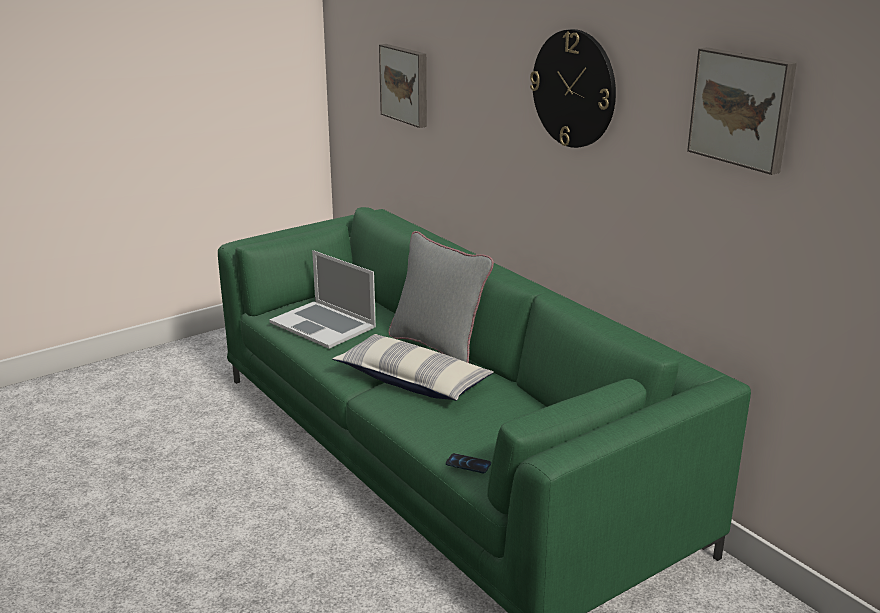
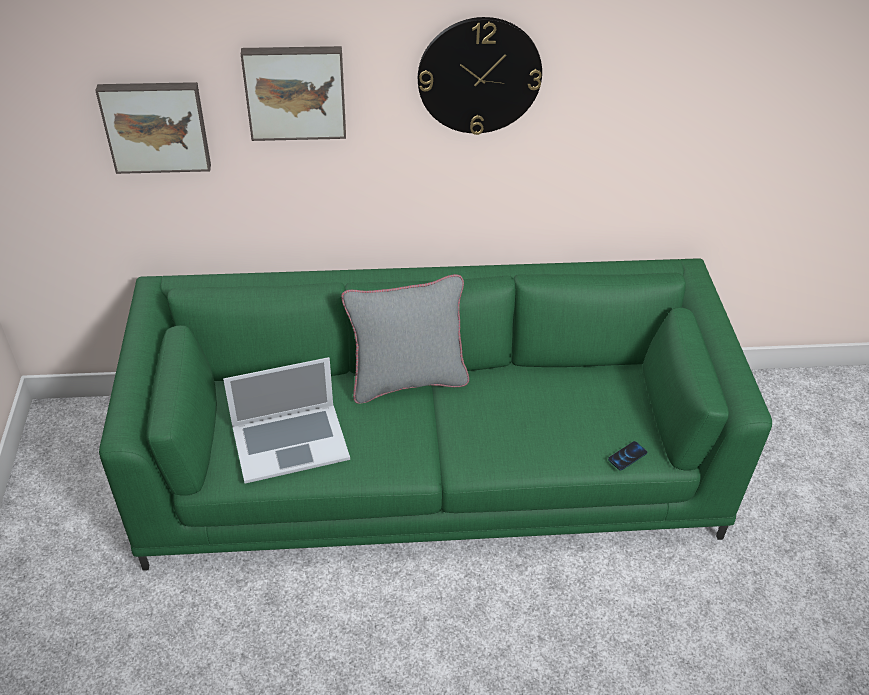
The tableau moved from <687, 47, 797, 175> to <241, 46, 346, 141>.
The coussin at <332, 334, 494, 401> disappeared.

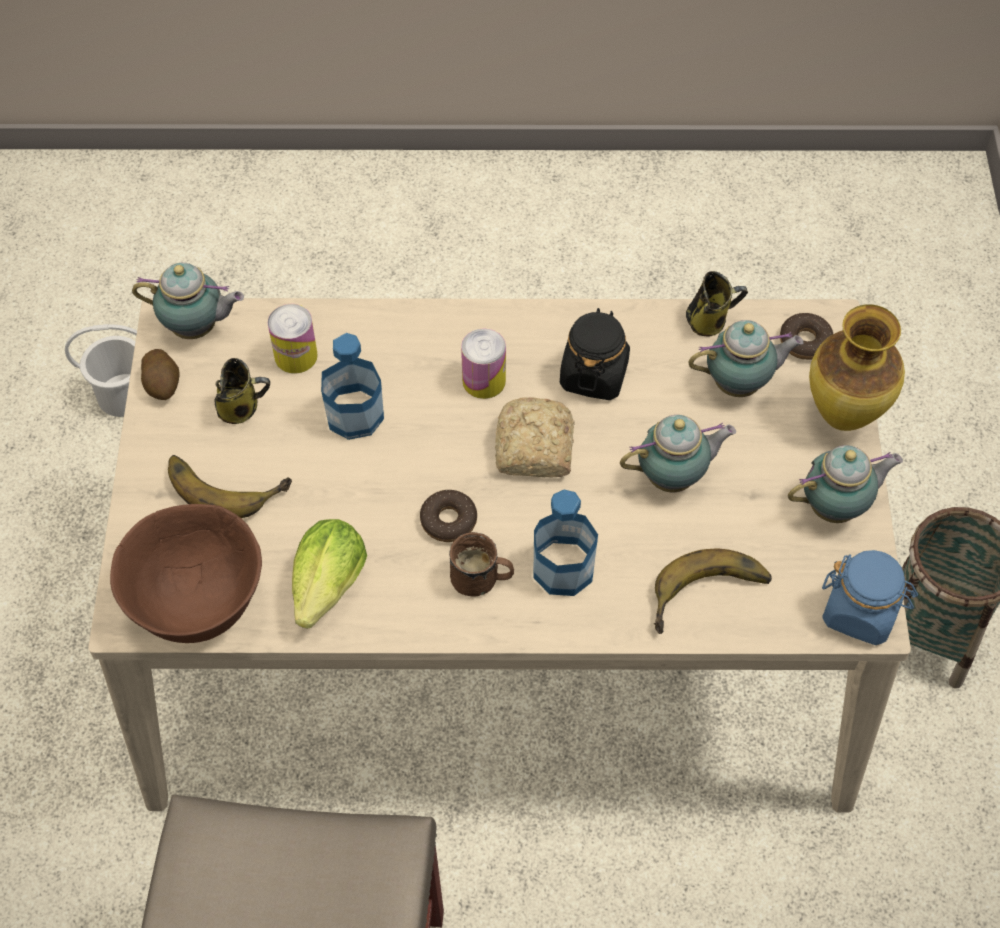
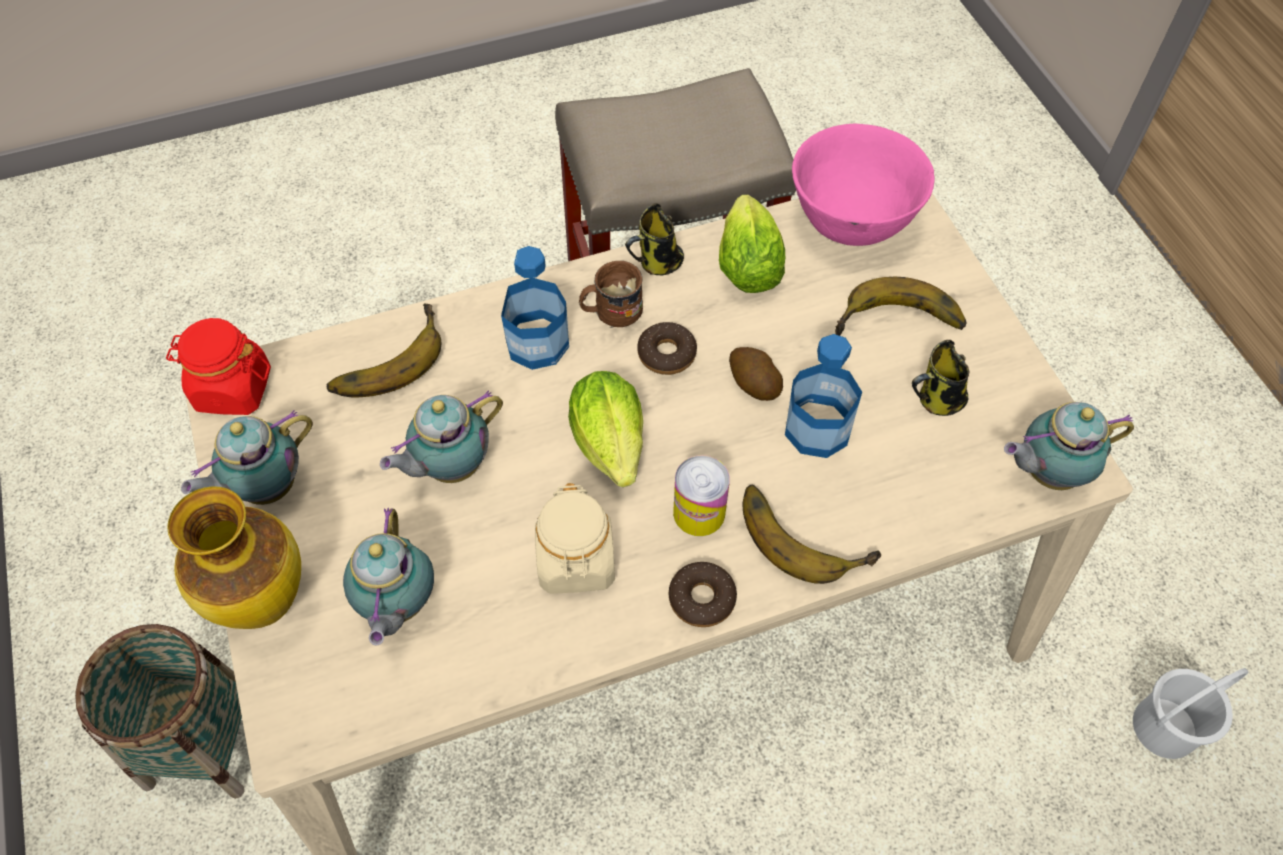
The mug moved from <686, 271, 748, 337> to <625, 203, 684, 275>.
The boîte métallique at <268, 304, 318, 374> disappeared.
The bocal (noir) at <560, 308, 630, 400> became the bocal (beige) at <535, 483, 615, 594>.
The beignet moved from <780, 313, 833, 360> to <669, 562, 737, 627>.
The théière at <688, 320, 804, 397> turned 60 degrees counterclockwise.
The pomme de terre moved from <141, 349, 180, 400> to <729, 347, 783, 401>.
The pain at <495, 397, 575, 477> was replaced by the laitue at <568, 371, 643, 487>.
The bol (marron) at <110, 504, 262, 643> became the bol (rose) at <792, 123, 935, 246>.
The bocal (bleu) at <822, 550, 918, 645> became the bocal (rouge) at <166, 318, 271, 415>.
The banane at <743, 485, 881, 584> appeared.

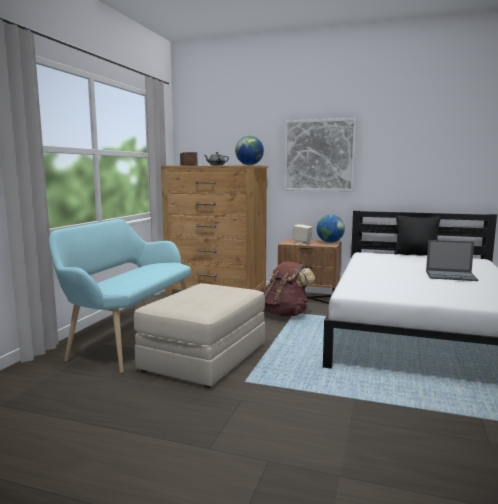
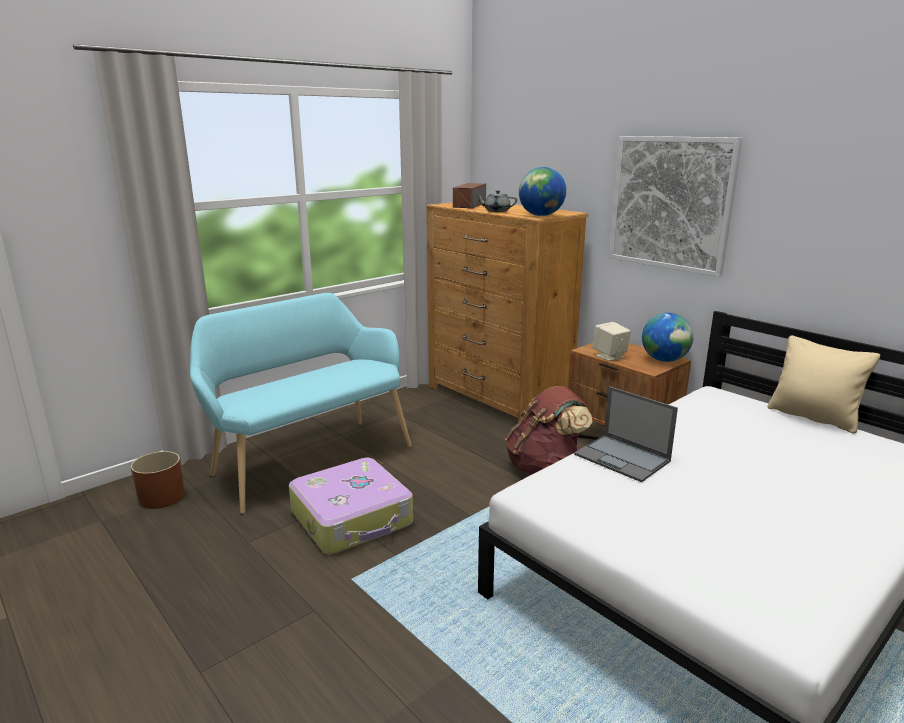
The coussin (noir) at <394, 215, 441, 256> became the coussin (beige) at <768, 335, 880, 434>.
The ordinateur portable moved from <426, 240, 478, 281> to <574, 386, 678, 482>.
The pouf (beige) at <134, 283, 265, 388> was replaced by the valise at <289, 458, 413, 554>.
The cache-pot (marron) at <131, 451, 185, 509> appeared.

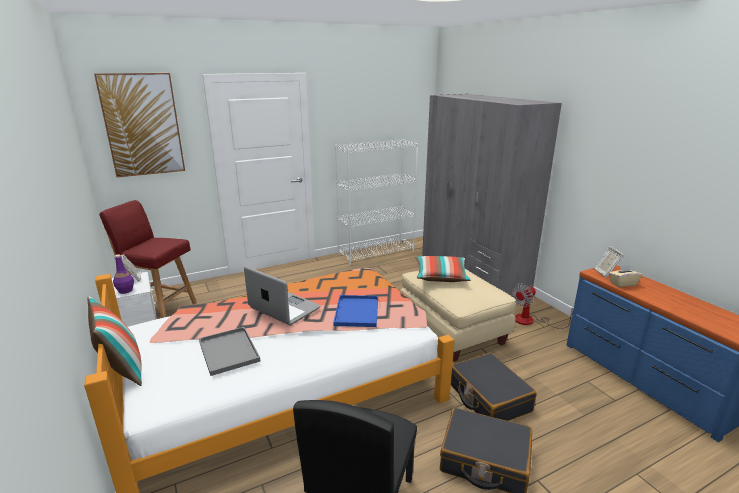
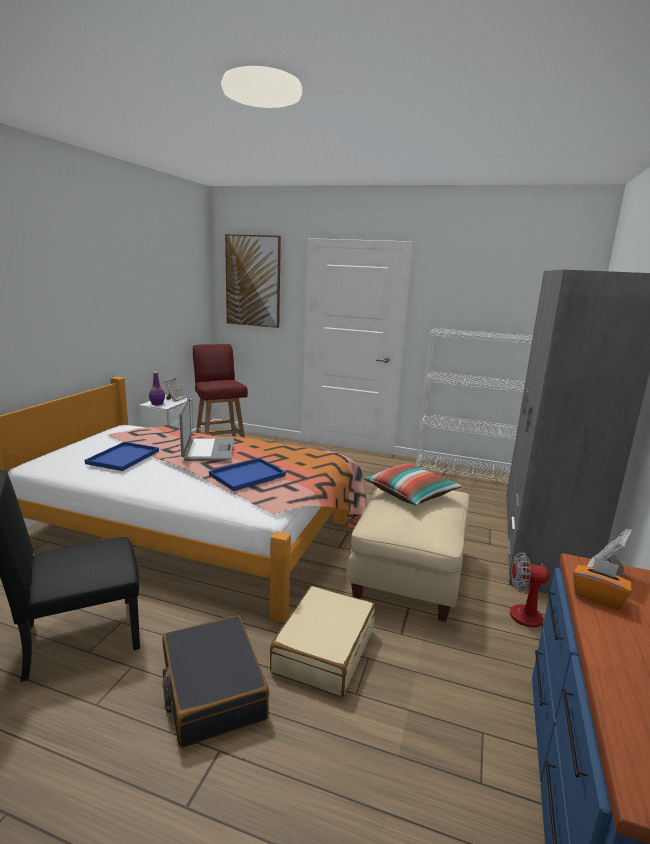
The boîte à mouchoirs (beige) at <609, 265, 642, 287> became the boîte à mouchoirs (orange) at <573, 557, 631, 610>.
The coussin at <87, 296, 142, 386> disappeared.
The plateau (gris) at <199, 327, 260, 376> became the plateau (bleu) at <85, 442, 159, 471>.
The valise (noir) at <451, 353, 537, 421> became the valise (beige) at <270, 586, 375, 697>.

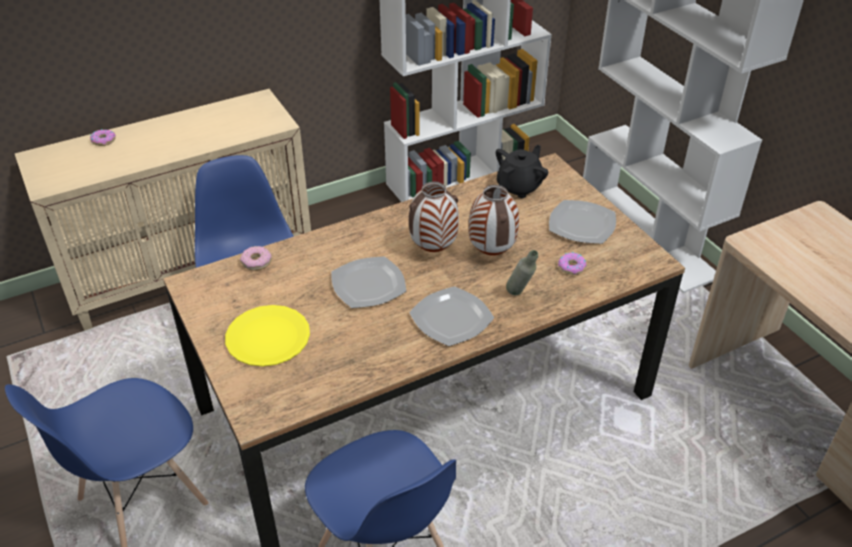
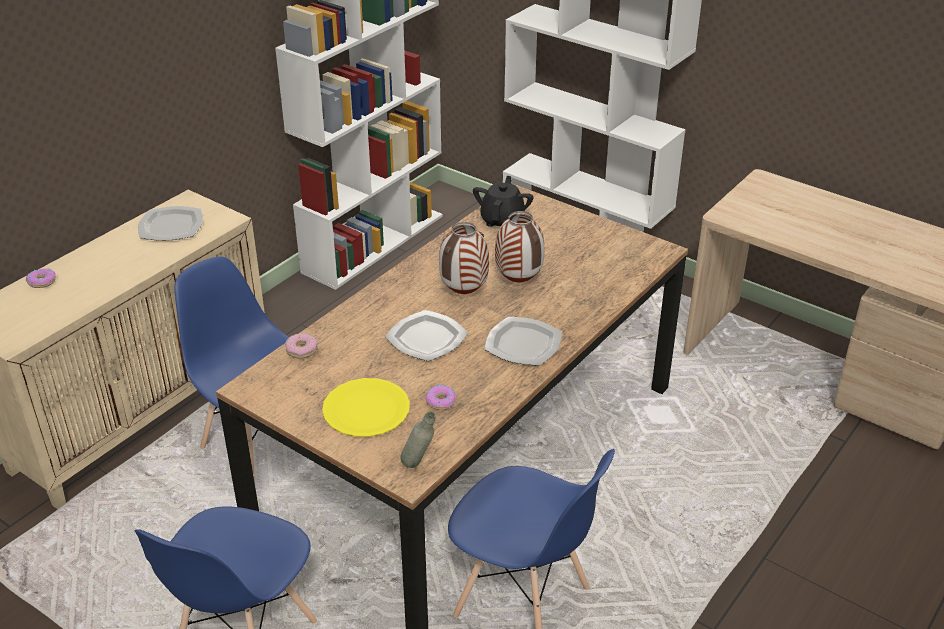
The assiette moved from <549, 200, 616, 244> to <138, 206, 203, 241>.
The bouteille (gris) moved from <506, 250, 538, 295> to <401, 411, 436, 468>.
The beignet moved from <558, 252, 586, 275> to <425, 385, 456, 410>.

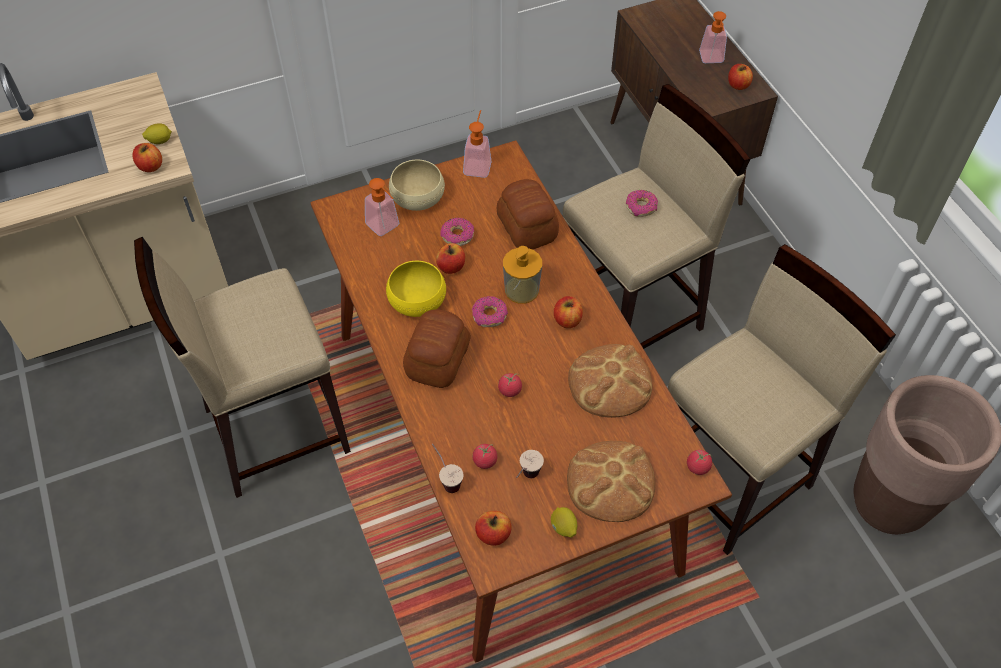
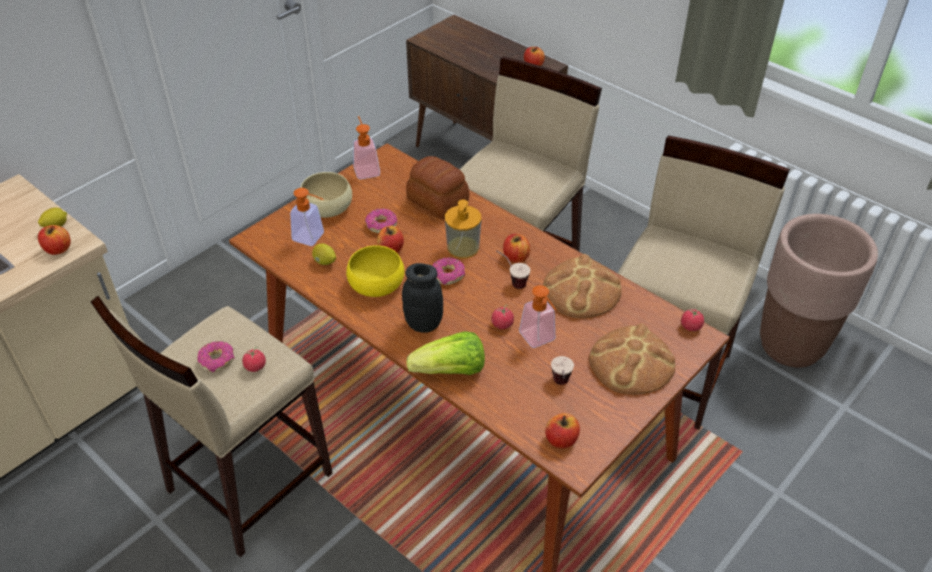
The distributeur de savon moved from <699, 11, 727, 63> to <519, 285, 556, 348>.
The beignet moved from <626, 190, 658, 217> to <197, 341, 234, 372>.
The pain at <403, 309, 471, 388> was replaced by the bocal (noir) at <402, 263, 443, 333>.
The tasse moved from <432, 444, 464, 493> to <496, 250, 530, 289>.
The tomate moved from <472, 444, 498, 469> to <242, 347, 266, 372>.
The citron moved from <551, 507, 577, 538> to <312, 243, 336, 265>.
The laitue at <406, 331, 485, 375> appeared.

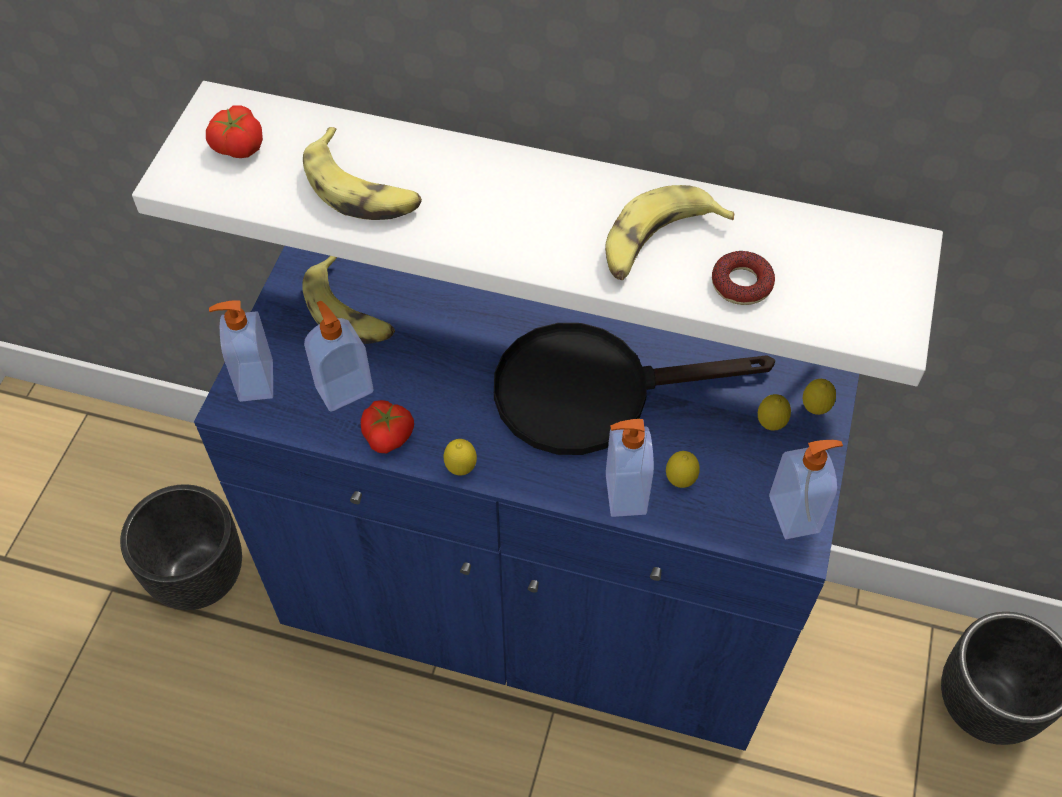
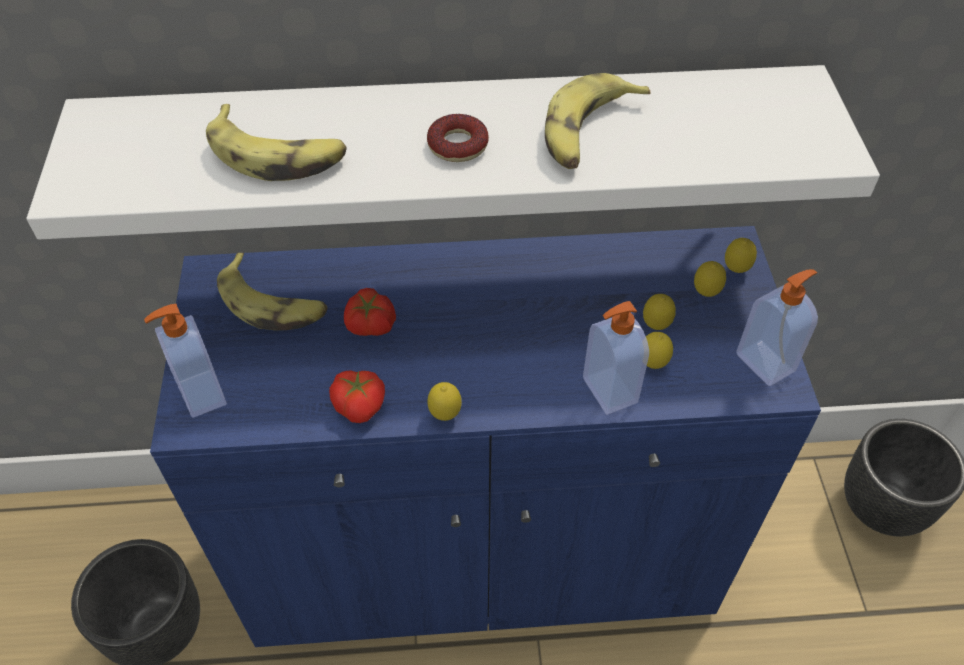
The tomate moved from <206, 105, 263, 158> to <344, 288, 396, 336>.
The beignet moved from <712, 251, 775, 305> to <427, 114, 489, 162>.
The distributeur de savon at <304, 301, 374, 412> disappeared.
The poêle (noir) at <494, 323, 775, 455> disappeared.
The citron at <643, 294, 676, 330> appeared.

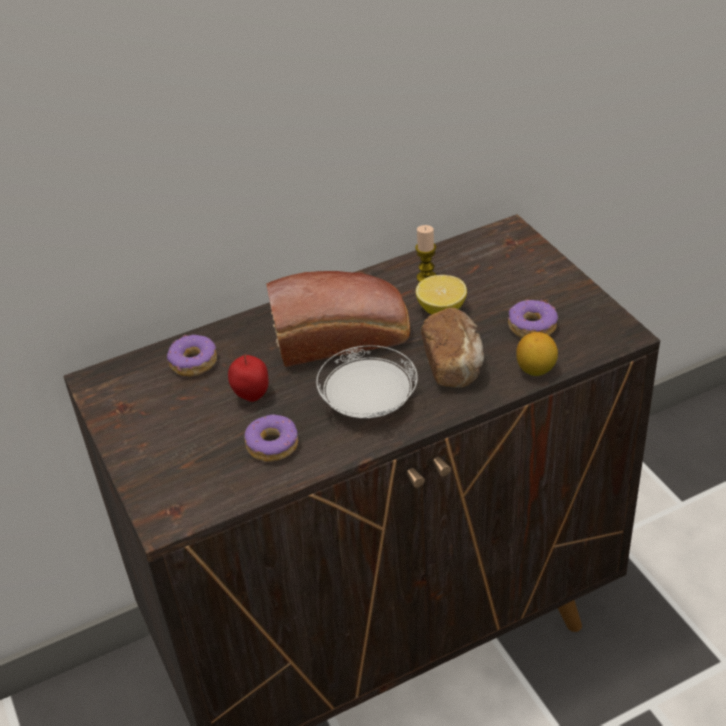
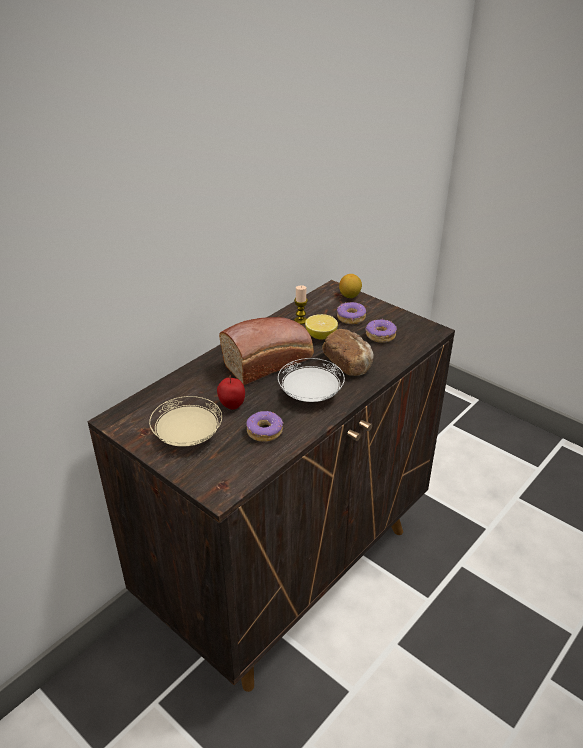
The citron moved from <516, 332, 558, 376> to <339, 274, 362, 298>.
The beignet moved from <167, 335, 217, 376> to <337, 302, 366, 324>.
The assiette (beige) at <149, 396, 222, 447> appeared.

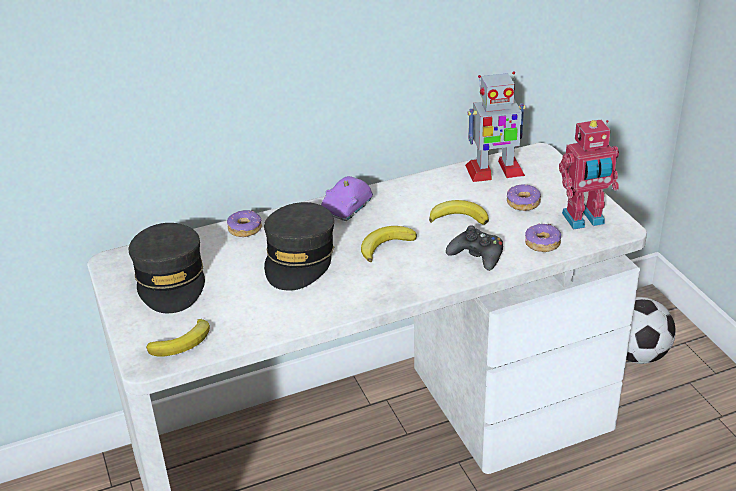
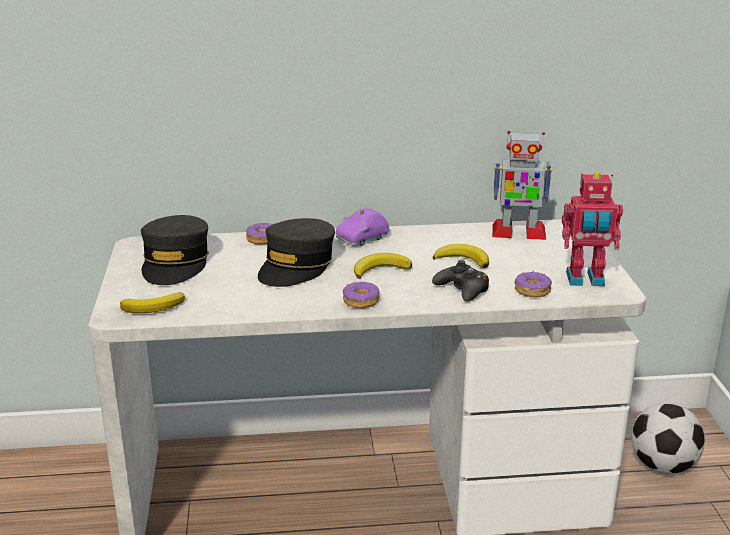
The beignet moved from <507, 185, 541, 211> to <342, 282, 379, 308>.

